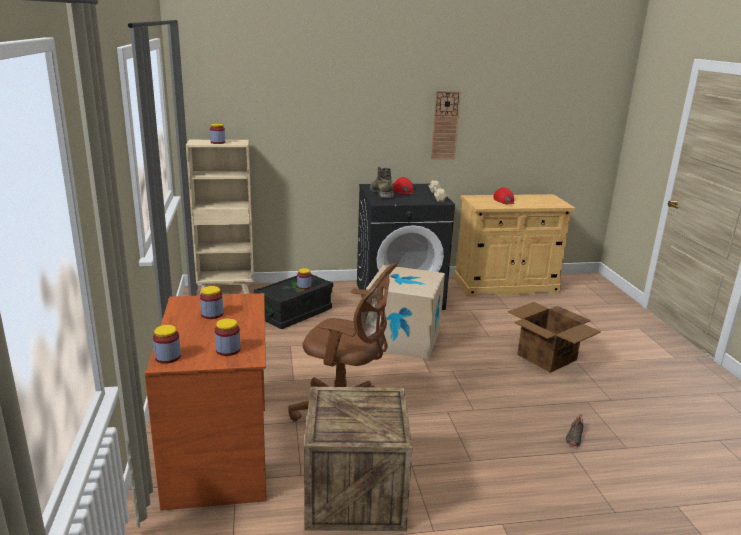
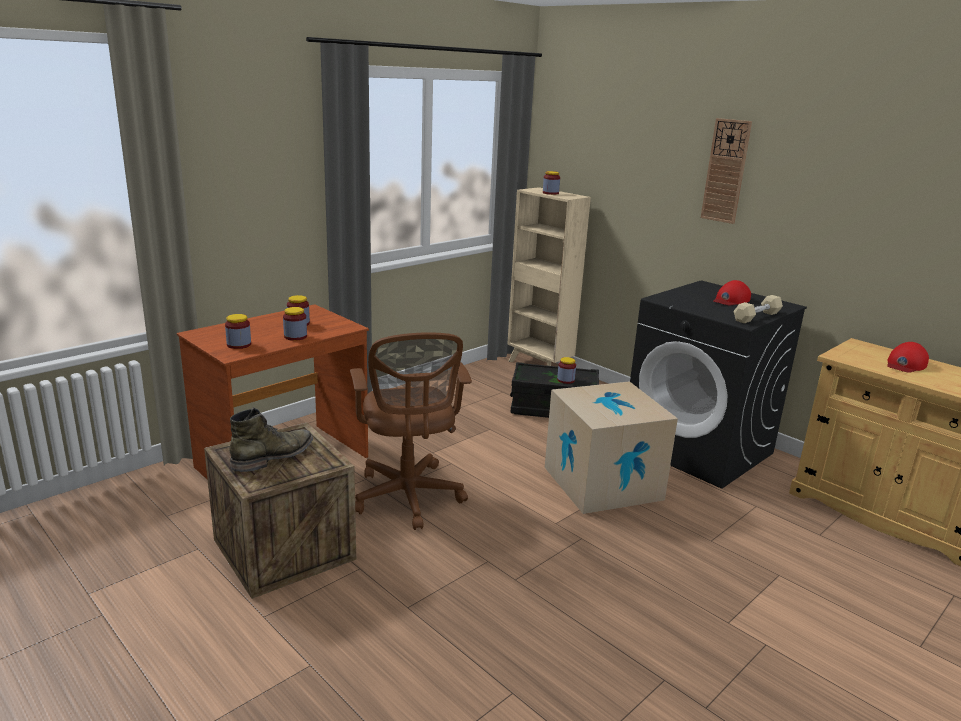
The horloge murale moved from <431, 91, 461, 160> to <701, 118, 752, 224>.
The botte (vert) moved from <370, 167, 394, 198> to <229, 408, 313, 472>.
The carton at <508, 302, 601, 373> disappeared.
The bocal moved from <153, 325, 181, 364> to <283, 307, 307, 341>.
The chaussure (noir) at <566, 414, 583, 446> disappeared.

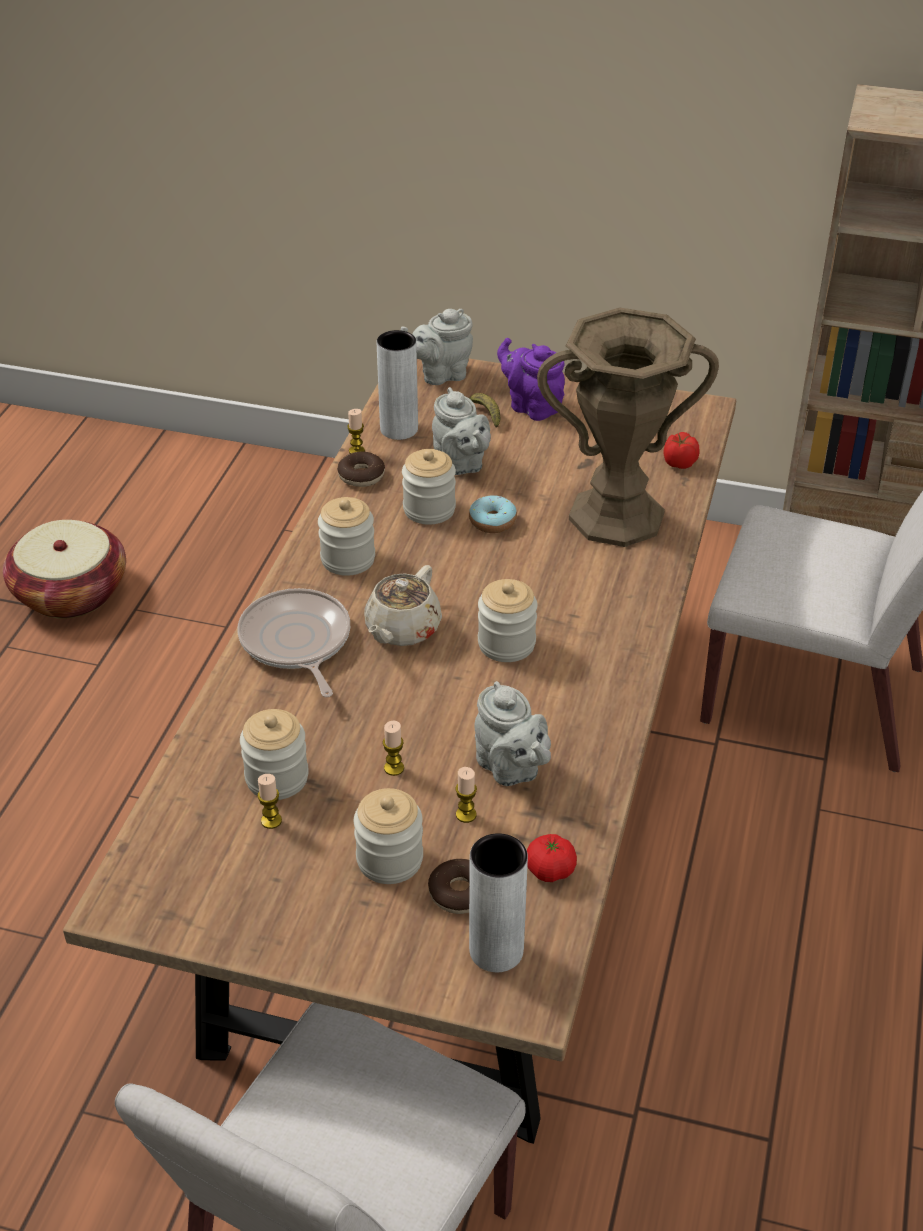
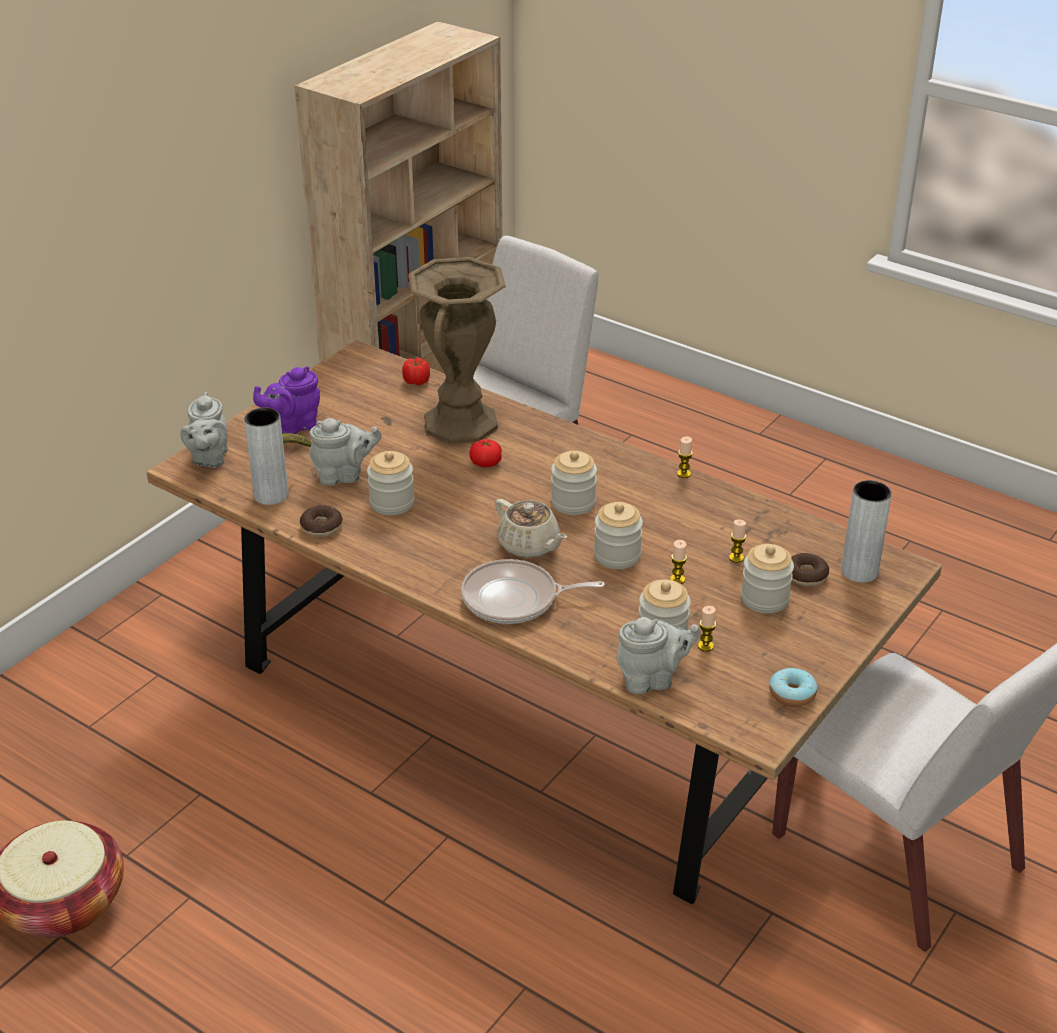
The bougie moved from <347, 409, 365, 454> to <677, 436, 693, 478>.
The beignet moved from <469, 496, 517, 533> to <769, 668, 817, 707>.
The bocal moved from <318, 497, 375, 576> to <594, 502, 643, 569>.
The théière (gris) moved from <474, 681, 551, 786> to <617, 617, 700, 694>.
The tomate moved from <527, 834, 577, 882> to <469, 439, 502, 467>.

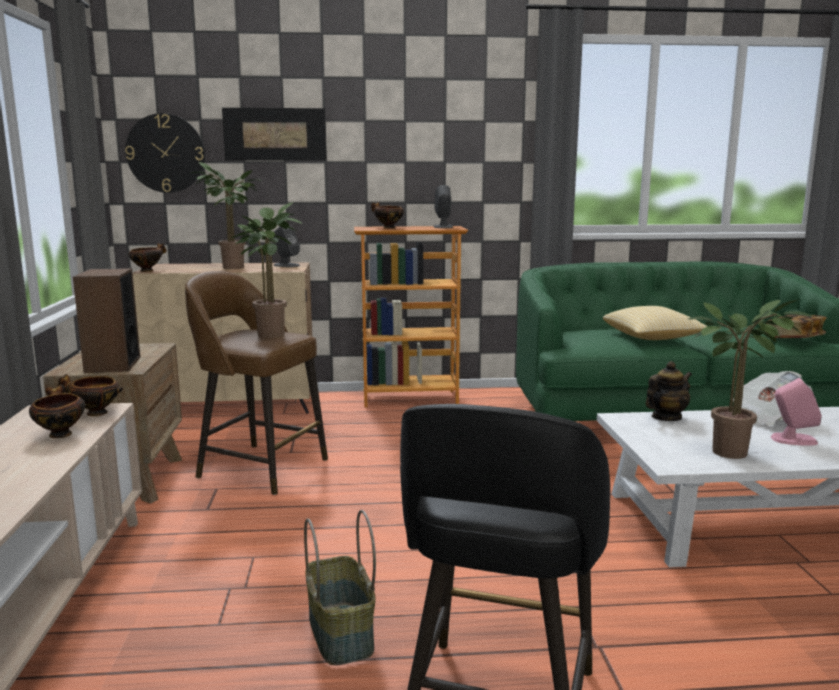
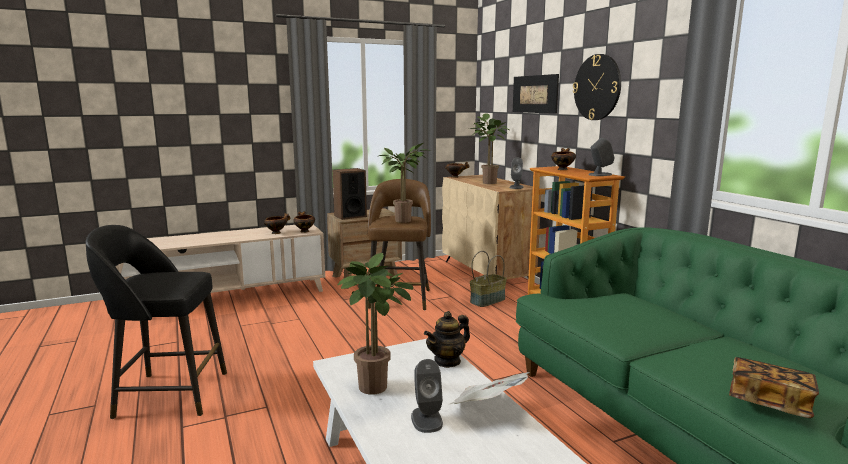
The horloge murale moved from <125, 113, 205, 193> to <573, 54, 621, 120>.
The coussin at <603, 306, 708, 340> disappeared.
The théière at <646, 361, 692, 421> turned 105 degrees clockwise.
The enceinte (rose) at <771, 378, 822, 446> became the enceinte (gris) at <411, 359, 443, 433>.
The panier moved from <304, 510, 376, 665> to <470, 251, 507, 307>.

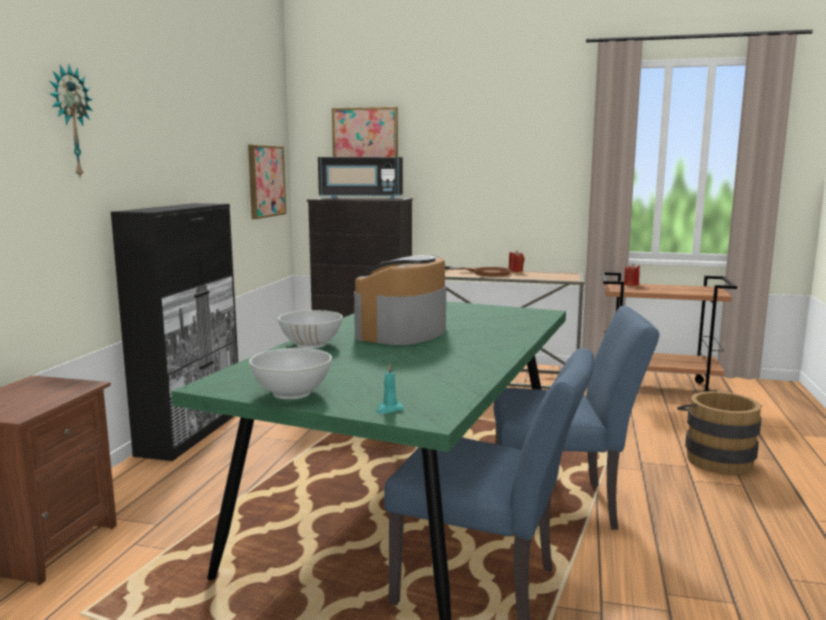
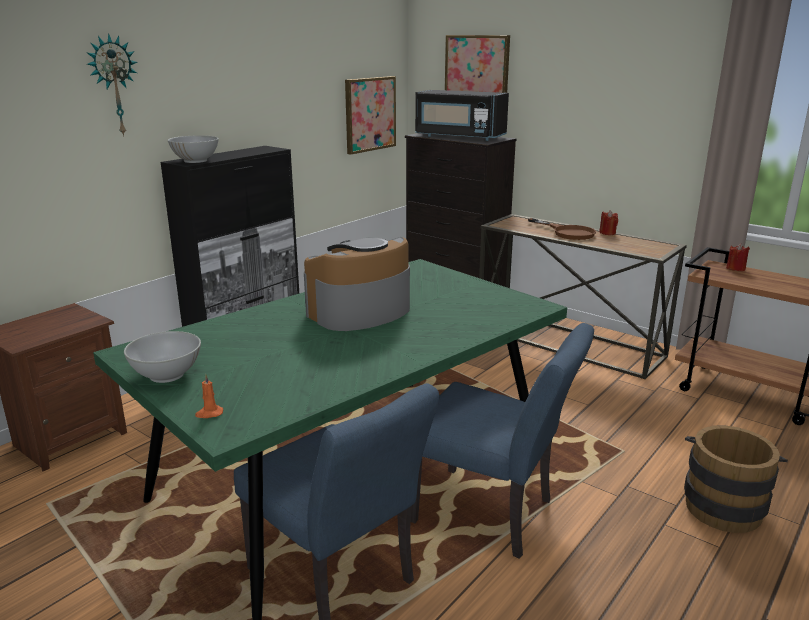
The bol (blanc) moved from <278, 310, 343, 348> to <168, 135, 219, 163>.
The bougie (turquoise) at <376, 363, 403, 414> became the bougie (orange) at <195, 374, 223, 418>.

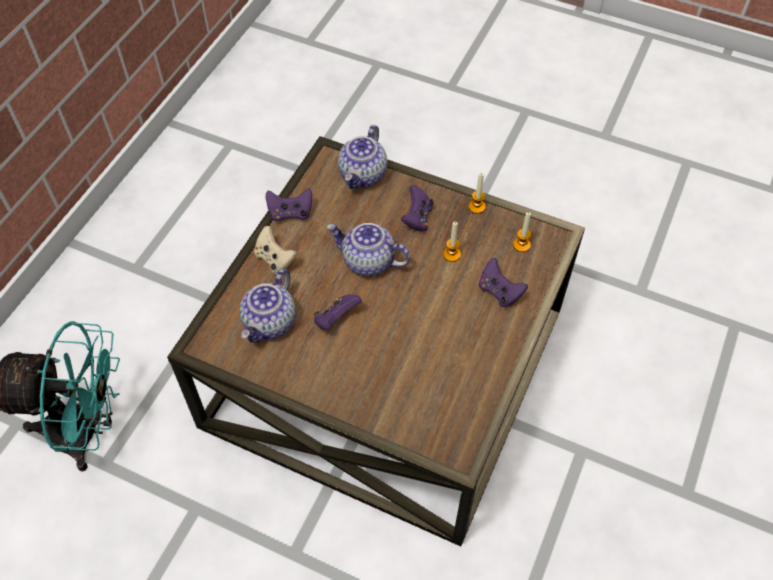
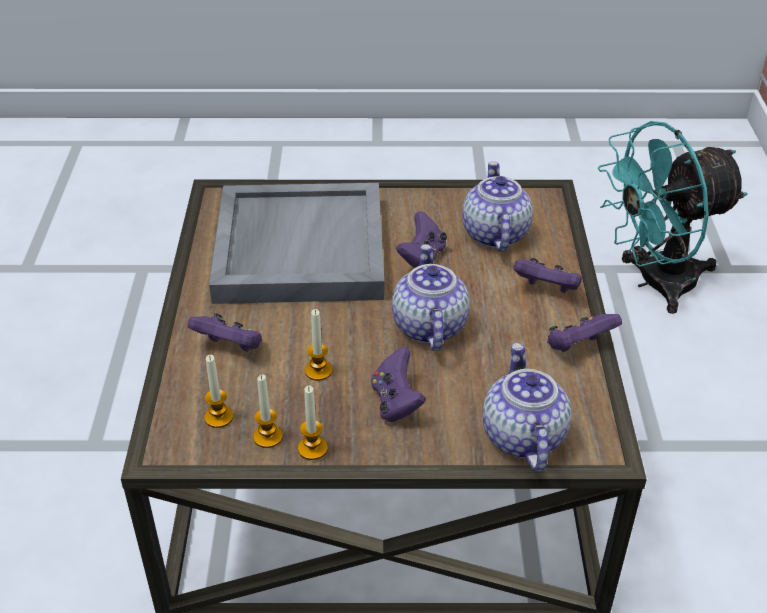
The théière at <327, 223, 411, 276> turned 90 degrees counterclockwise.
The manette (beige) at <254, 226, 297, 274> became the manette (violet) at <514, 258, 582, 293>.
The plateau (gris) at <209, 183, 384, 304> appeared.
The bougie at <253, 375, 283, 448> appeared.

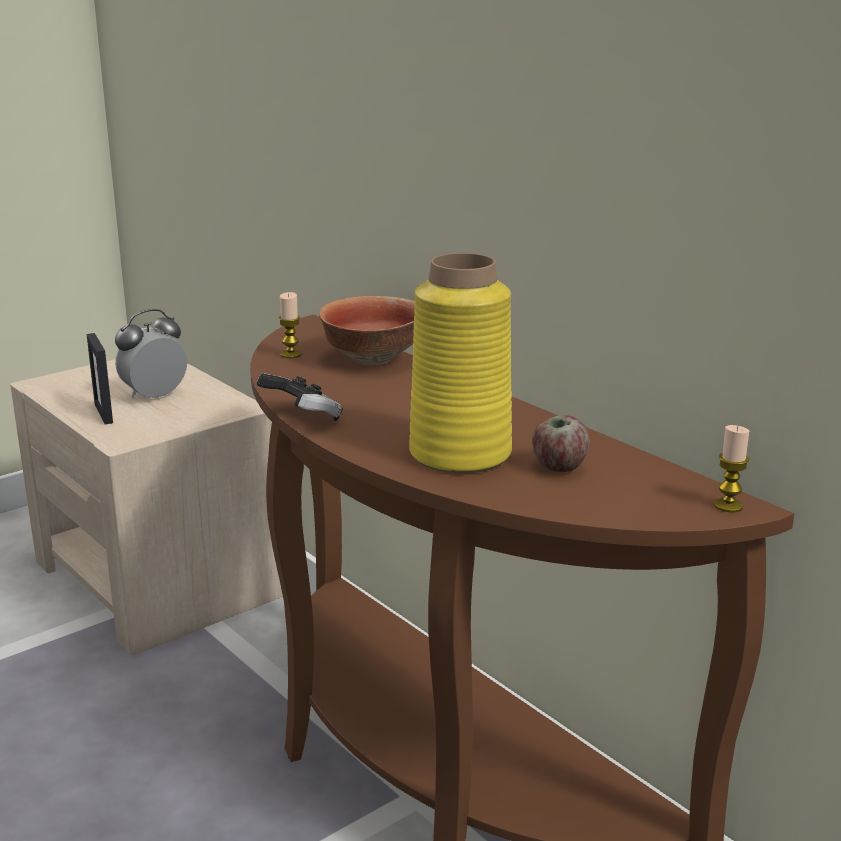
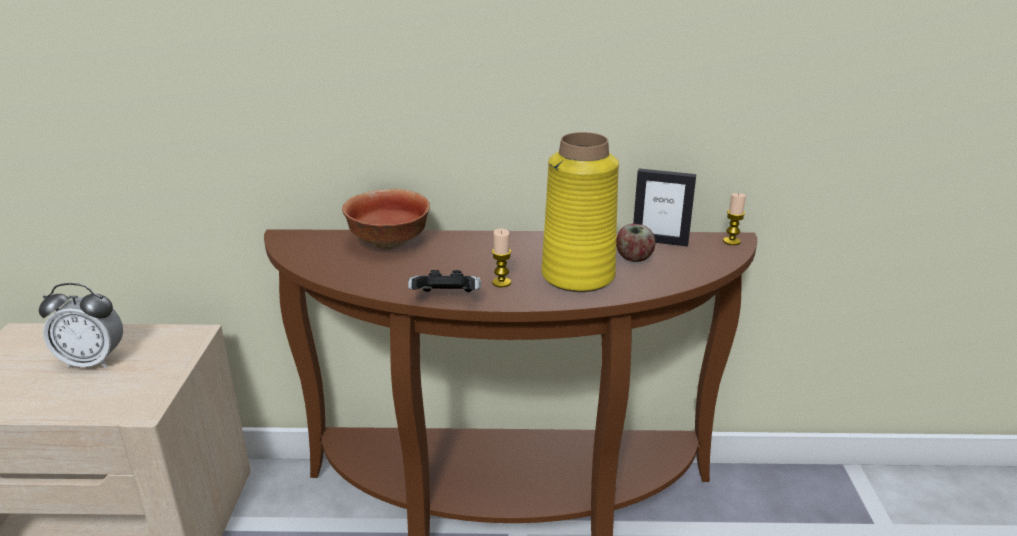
The bougie moved from <278, 292, 302, 358> to <492, 229, 511, 288>.
The réveil at <115, 309, 187, 399> turned 90 degrees counterclockwise.
The cadre photo moved from <87, 333, 113, 425> to <633, 169, 696, 247>.

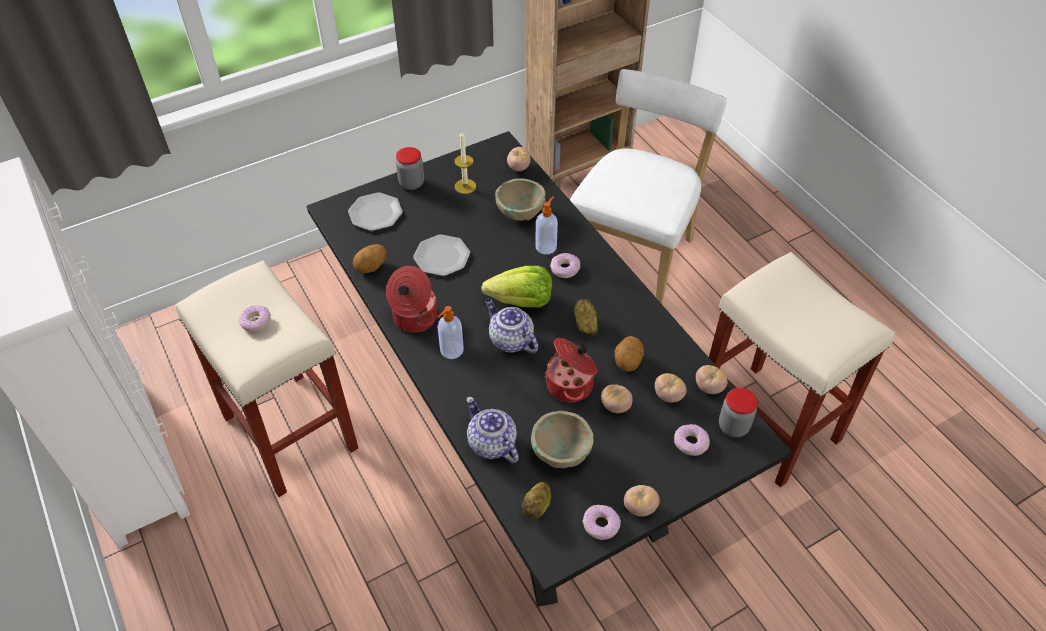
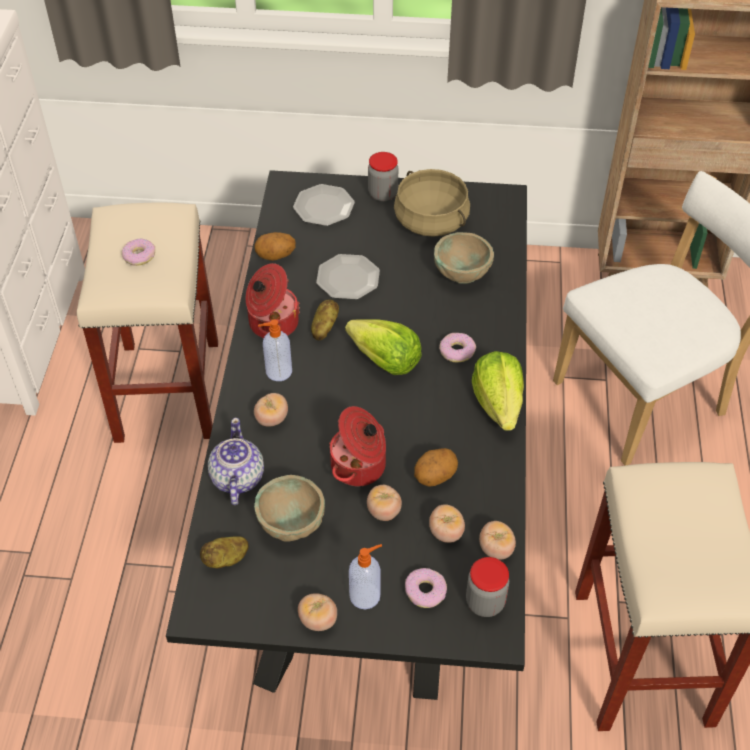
The bougie at <454, 131, 476, 194> was replaced by the marmite (beige) at <394, 169, 470, 237>.
The tomate moved from <507, 147, 531, 172> to <254, 393, 288, 427>.
The distributeur de savon moved from <535, 196, 558, 255> to <349, 544, 382, 609>.
The théière at <485, 299, 538, 353> disappeared.
The pomme de terre moved from <574, 299, 598, 337> to <311, 300, 339, 340>.
The beignet at <583, 505, 621, 540> disappeared.
The laitue at <472, 351, 524, 431> appeared.

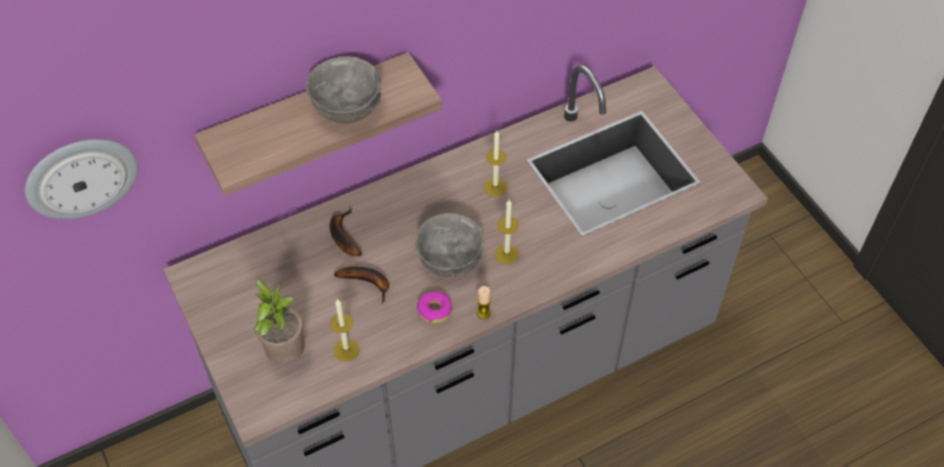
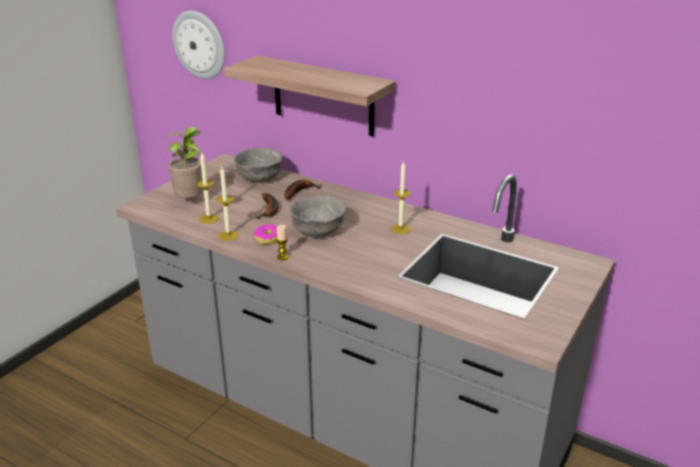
The bol (gris) moved from <306, 56, 381, 123> to <234, 148, 283, 183>.
The bougie moved from <495, 200, 519, 264> to <216, 168, 239, 241>.

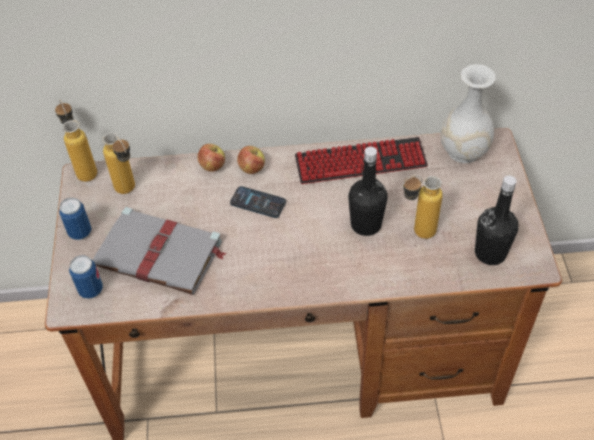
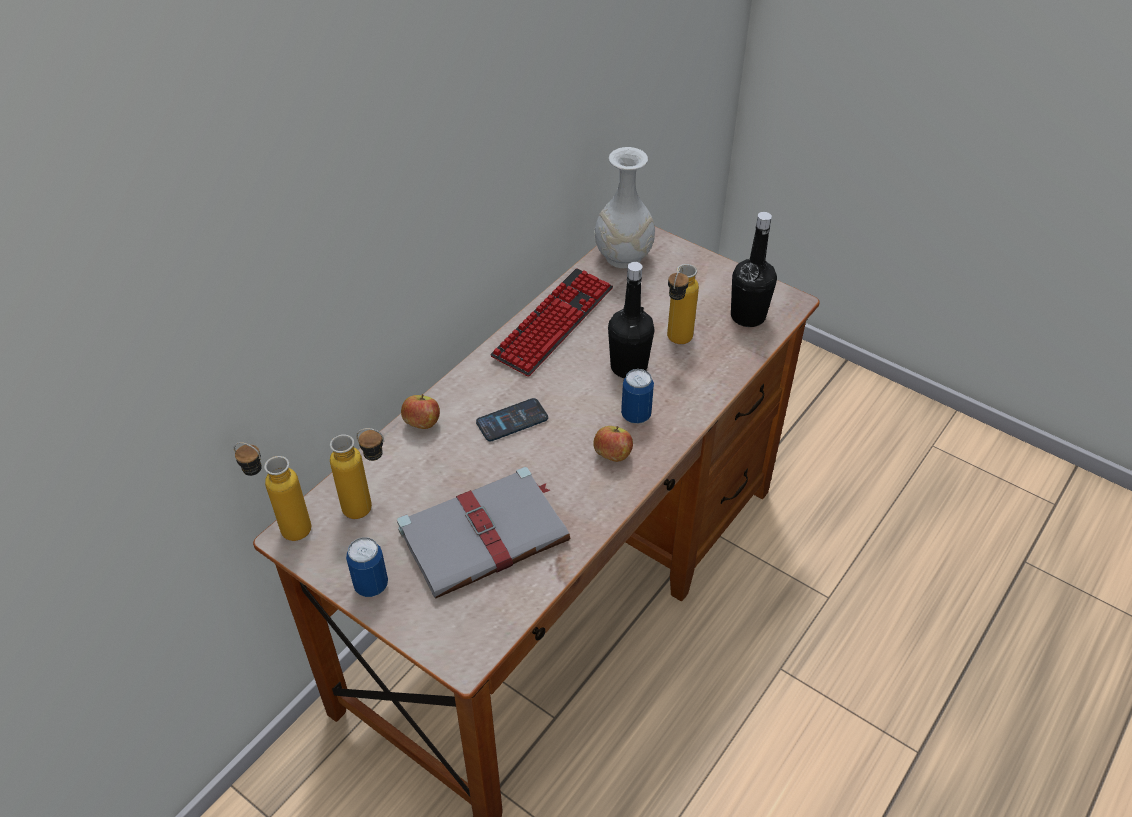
The pomme moved from <237, 146, 265, 174> to <594, 426, 633, 462>.
The boîte métallique moved from <69, 255, 103, 299> to <621, 369, 654, 424>.

